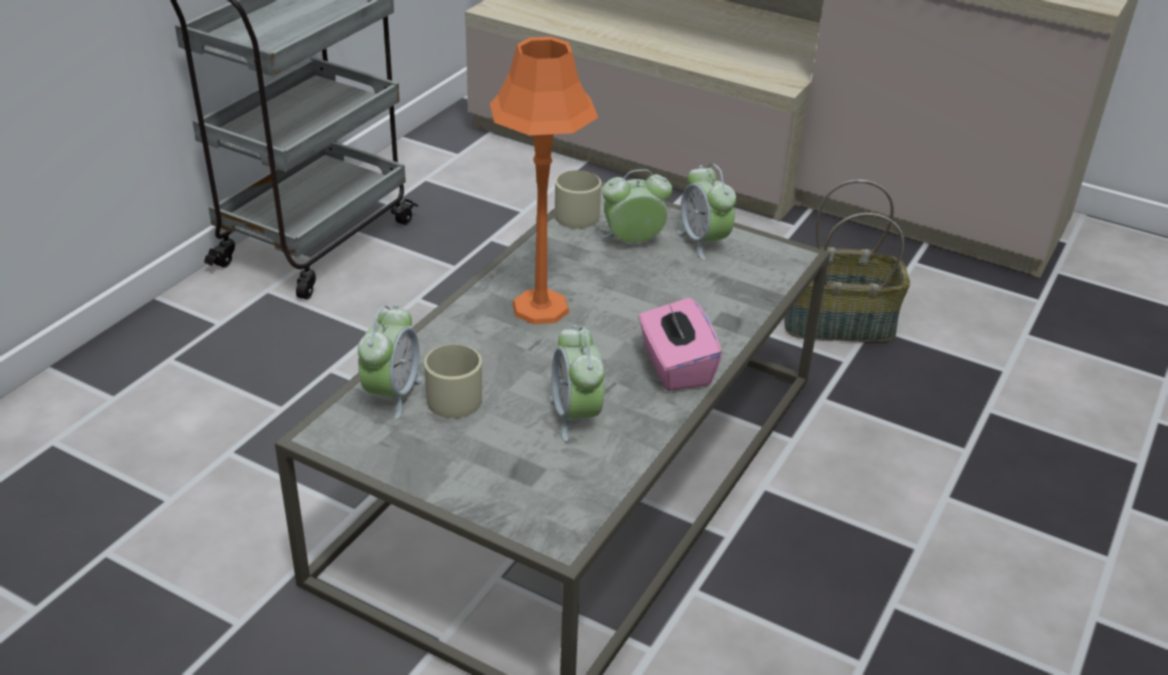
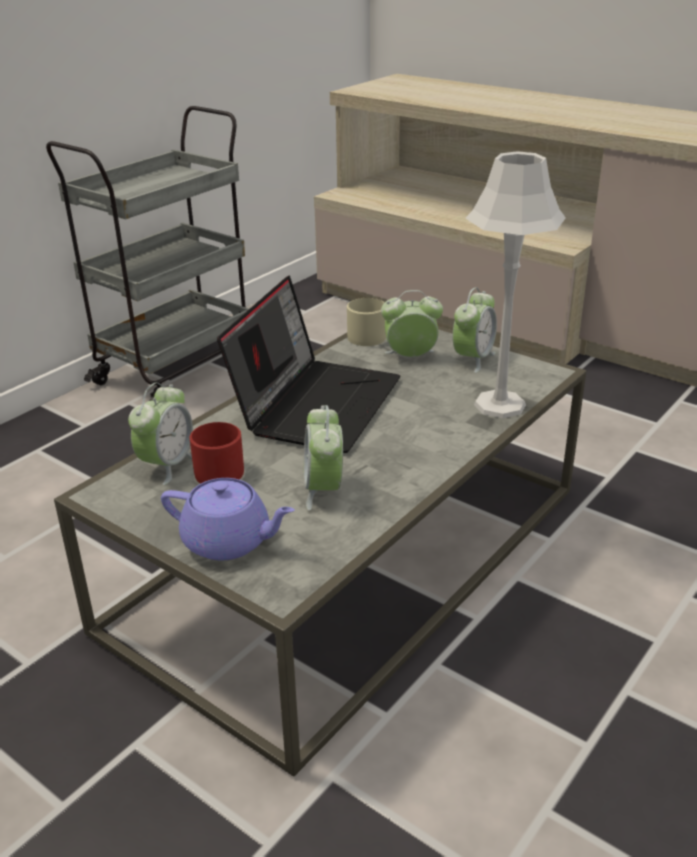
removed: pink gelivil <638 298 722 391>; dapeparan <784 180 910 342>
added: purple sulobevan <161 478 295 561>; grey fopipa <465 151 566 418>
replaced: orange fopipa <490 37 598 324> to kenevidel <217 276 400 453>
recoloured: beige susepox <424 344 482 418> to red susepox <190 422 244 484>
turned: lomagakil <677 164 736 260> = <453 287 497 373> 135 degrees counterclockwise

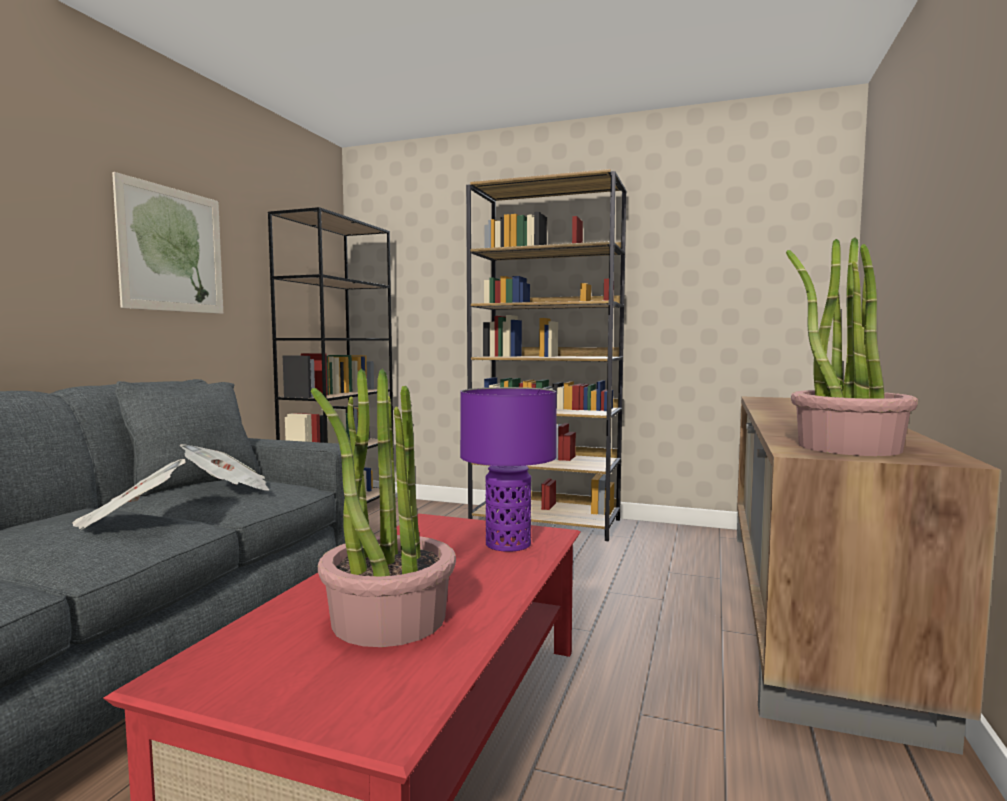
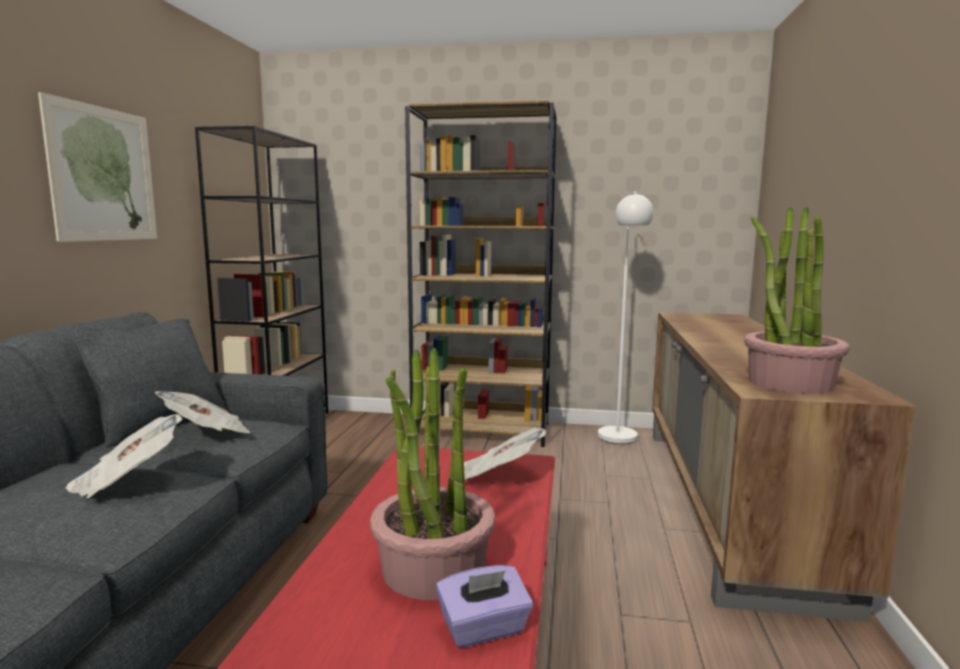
added: purple gelivil <436 565 533 648>; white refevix <598 191 653 444>
replaced: purple fopipa <460 387 556 552> to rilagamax <464 427 546 480>

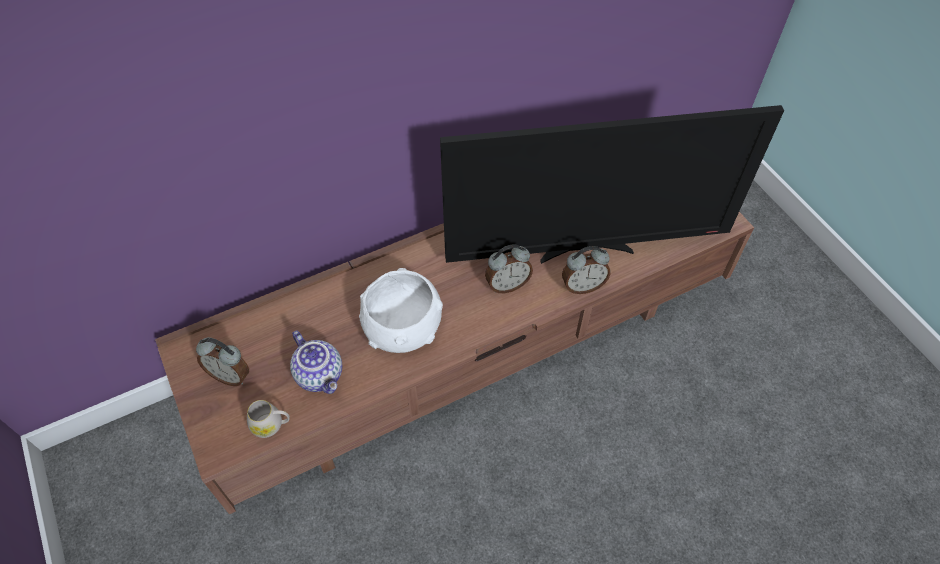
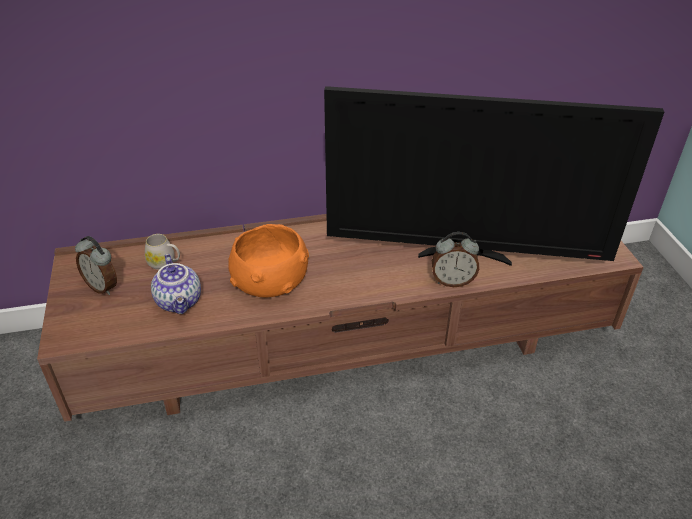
removed: lomagakil <485 244 533 293>
moved: white susepox <247 400 290 438> to <145 234 180 270>
recoloured: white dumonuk <359 268 443 353> to orange dumonuk <228 224 309 297>

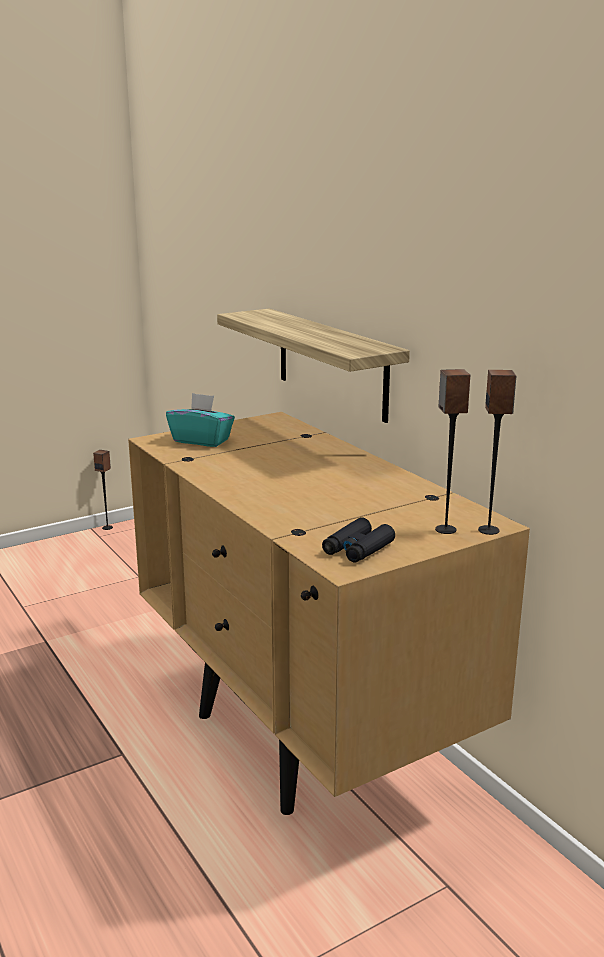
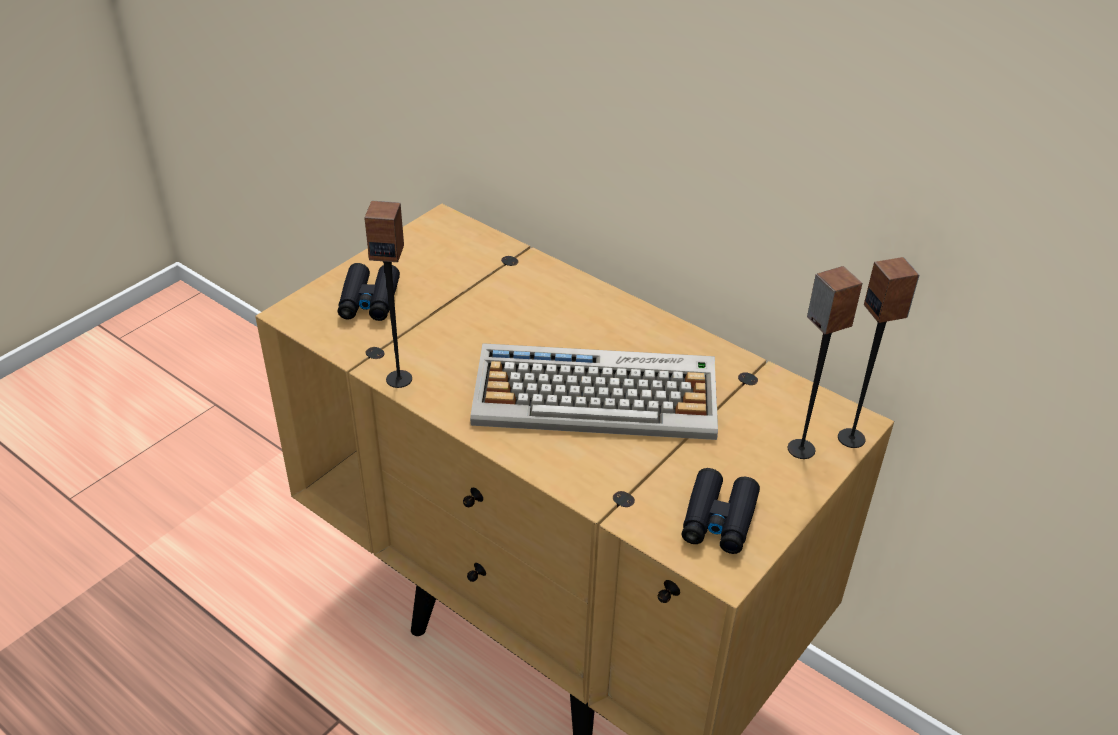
removed: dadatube <217 309 410 423>
added: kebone <470 343 718 440>
moved: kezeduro <93 450 113 530> to <364 201 412 388>
replaced: turquoise gelivil <166 393 235 447> to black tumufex <338 263 400 321>

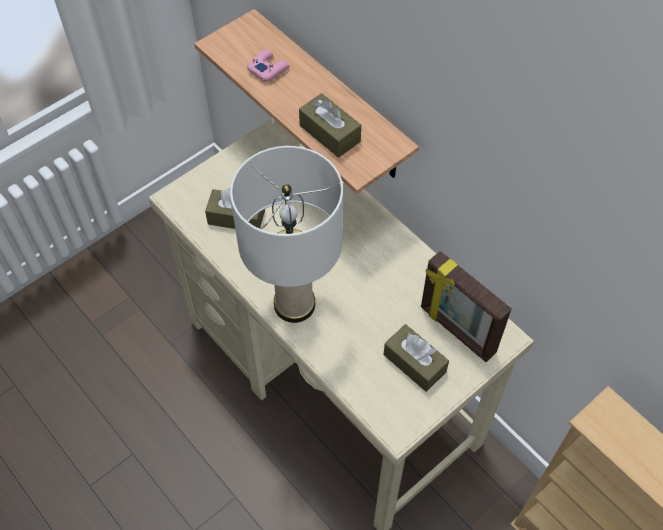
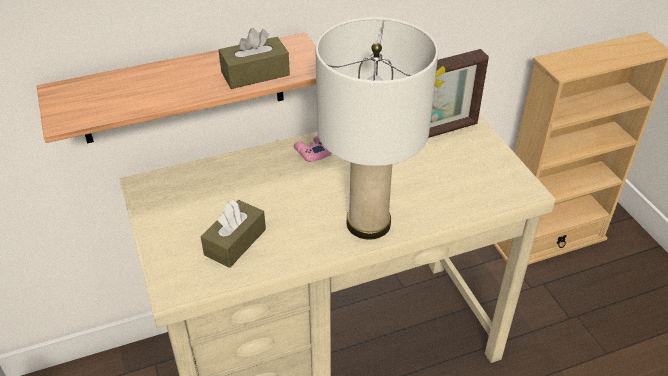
removed: brown gelivil <384 324 449 392>
moved: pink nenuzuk <247 50 289 82> to <294 135 332 162>

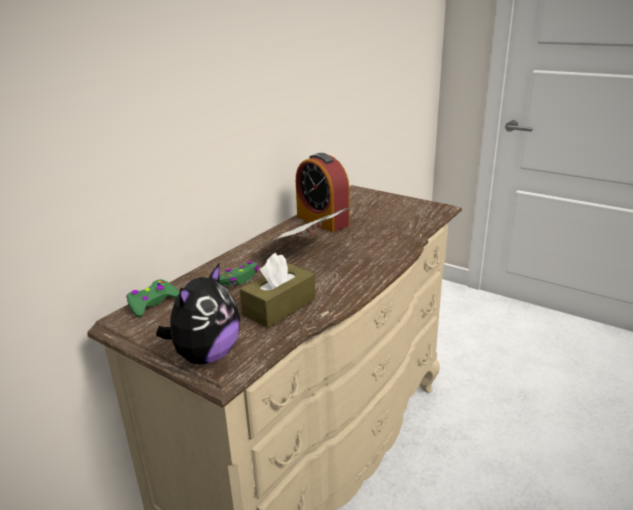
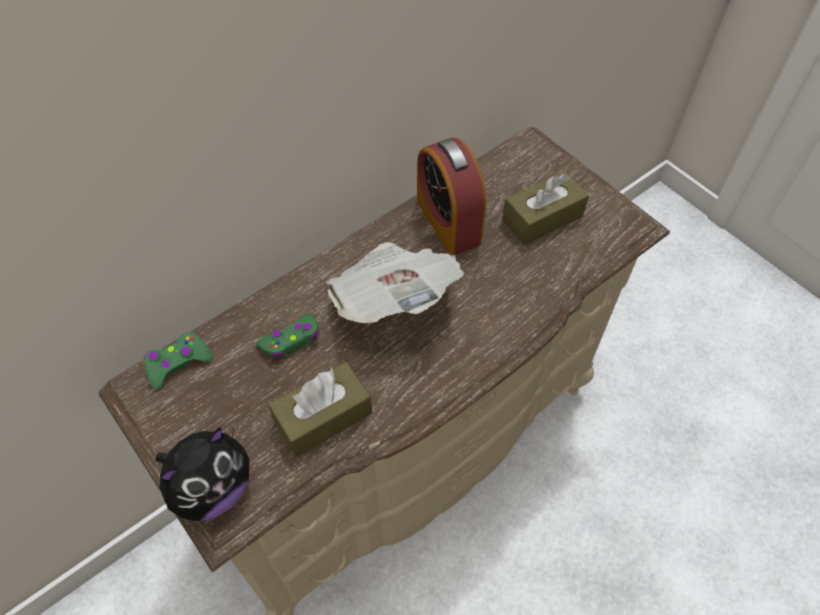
added: brown gelivil <502 171 589 245>

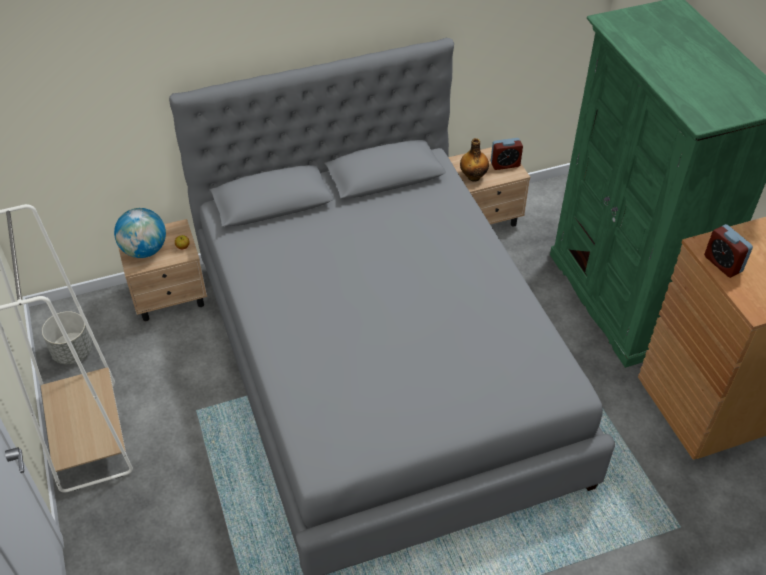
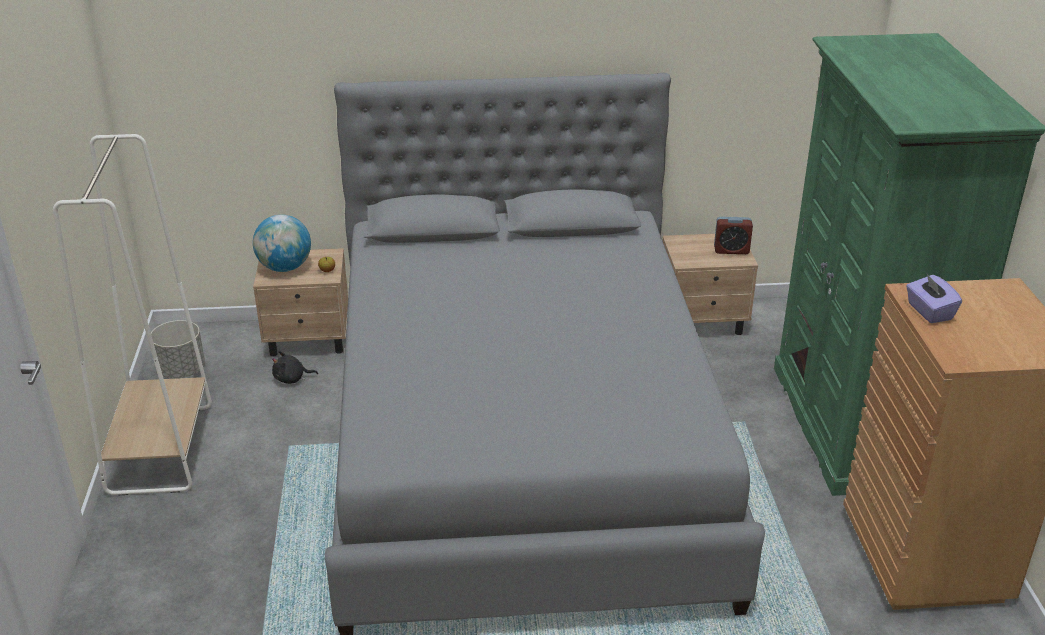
removed: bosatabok <460 138 489 182>
added: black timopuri <272 351 318 384>
replaced: lomagakil <704 224 753 278> to purple gelivil <906 274 962 323>

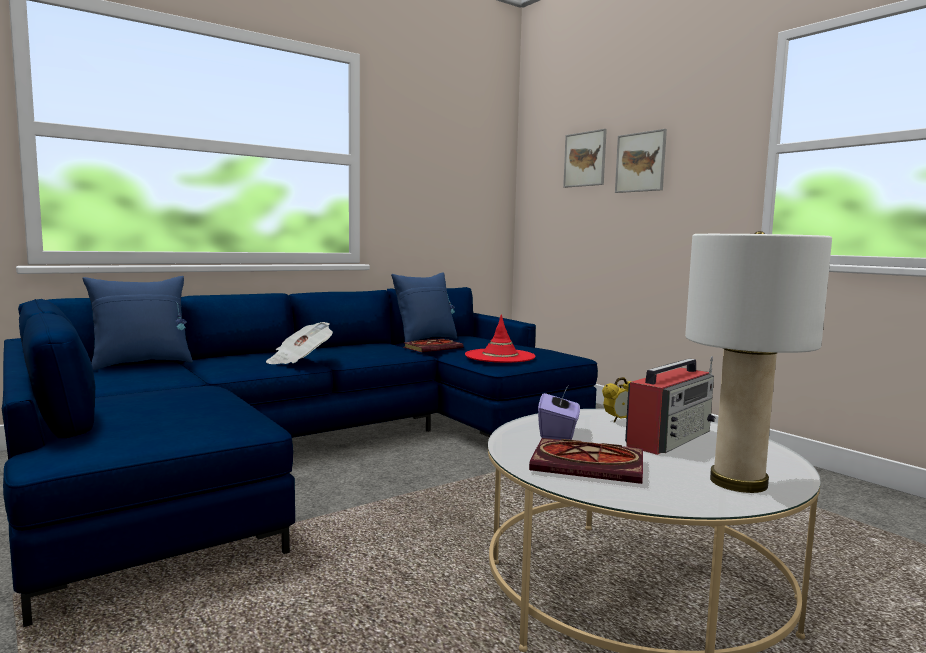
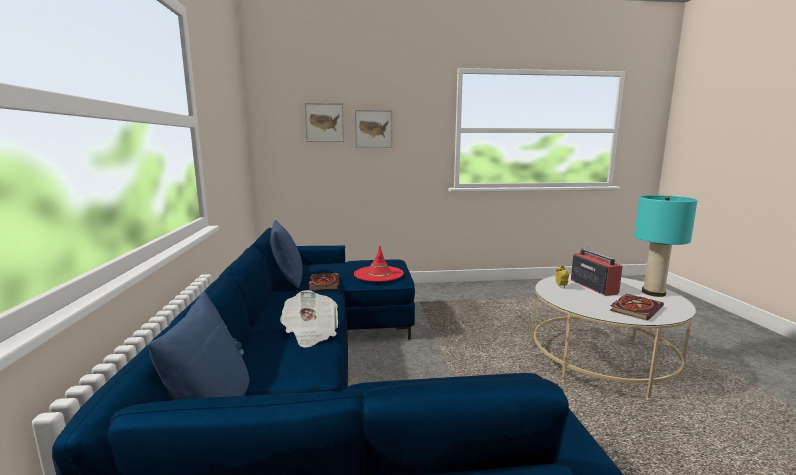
removed: purple gelivil <538 386 580 440>
recoloured: white fopipa <685 231 832 493> to turquoise fopipa <634 195 698 297>

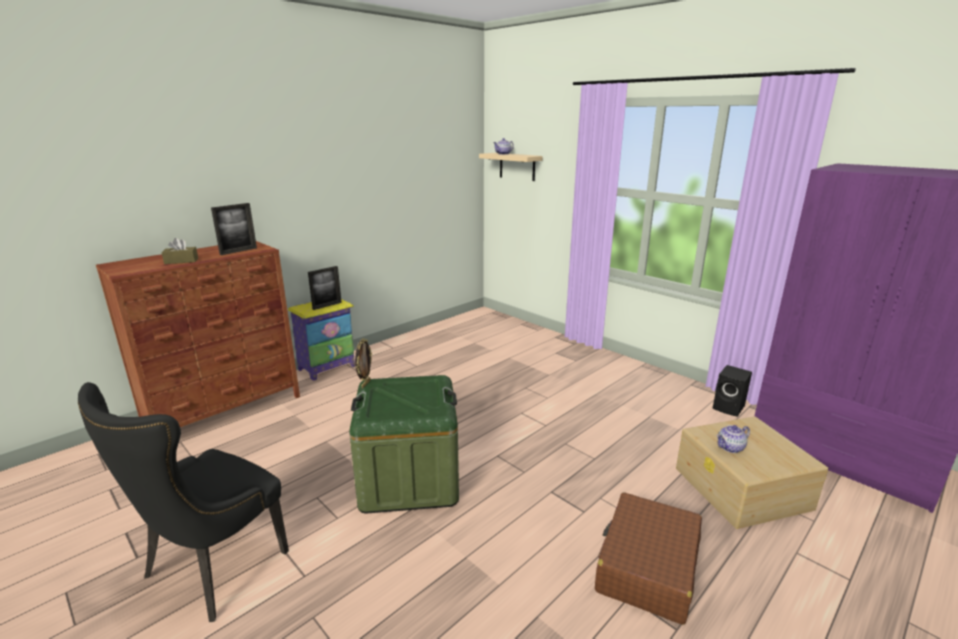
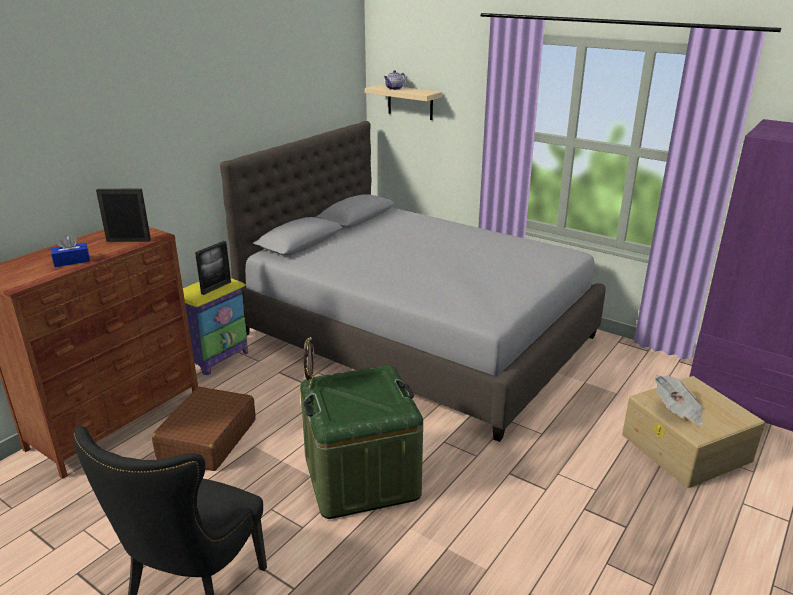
removed: black kezeduro <712 365 752 417>
added: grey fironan <220 121 605 442>
moved: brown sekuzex <595 492 702 625> to <152 387 256 471>
replaced: sulobevan <716 425 750 453> to rilagamax <655 375 703 426>
recoloured: brown gelivil <161 238 198 264> to blue gelivil <51 235 90 267>
turned: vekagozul <211 203 257 255> = <96 189 151 242> 120 degrees counterclockwise

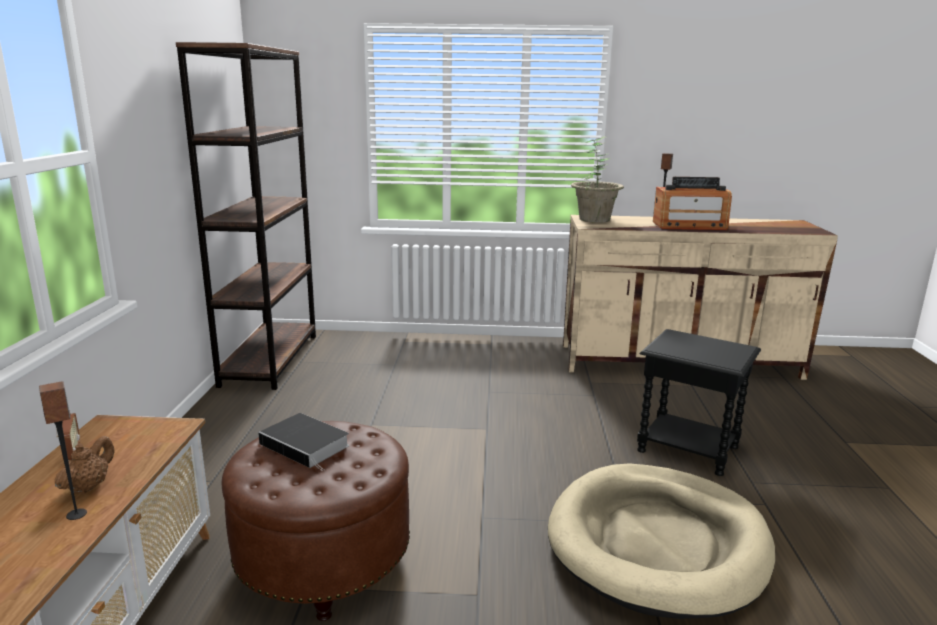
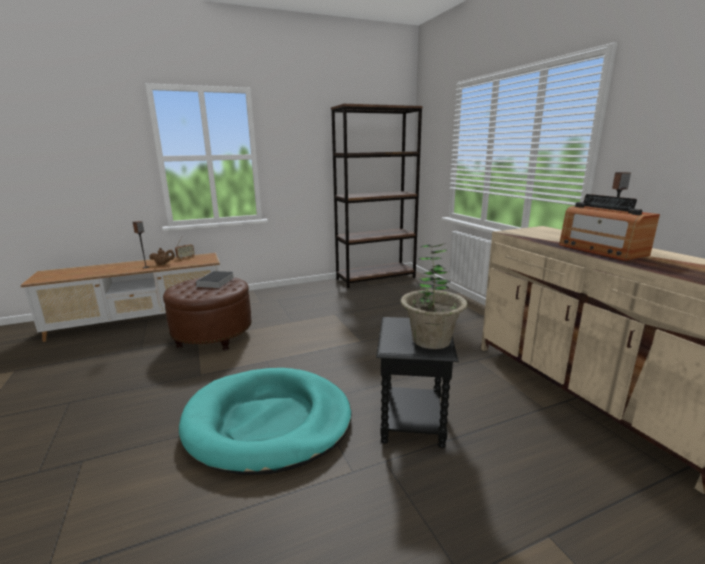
moved: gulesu <571 136 624 223> to <400 243 468 349>
recoloured: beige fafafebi <548 463 775 619> to turquoise fafafebi <179 368 351 475>

